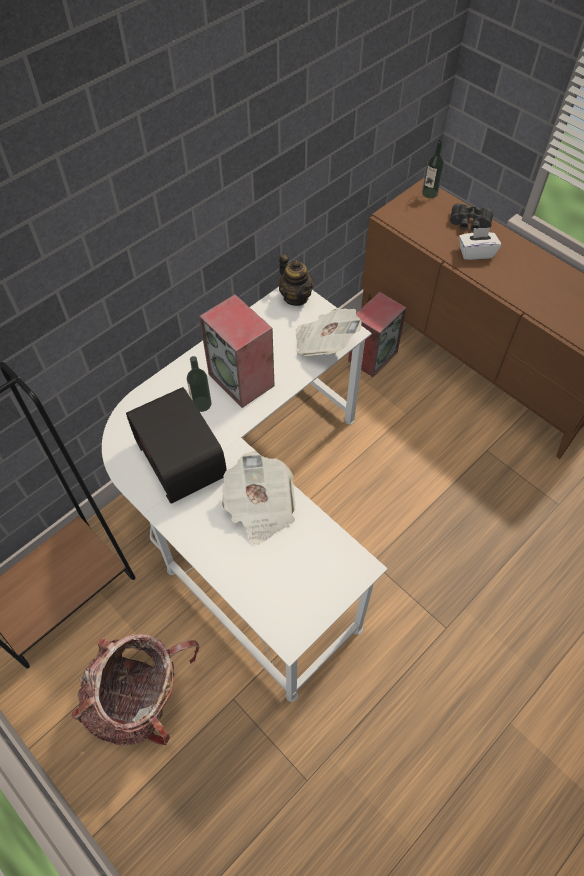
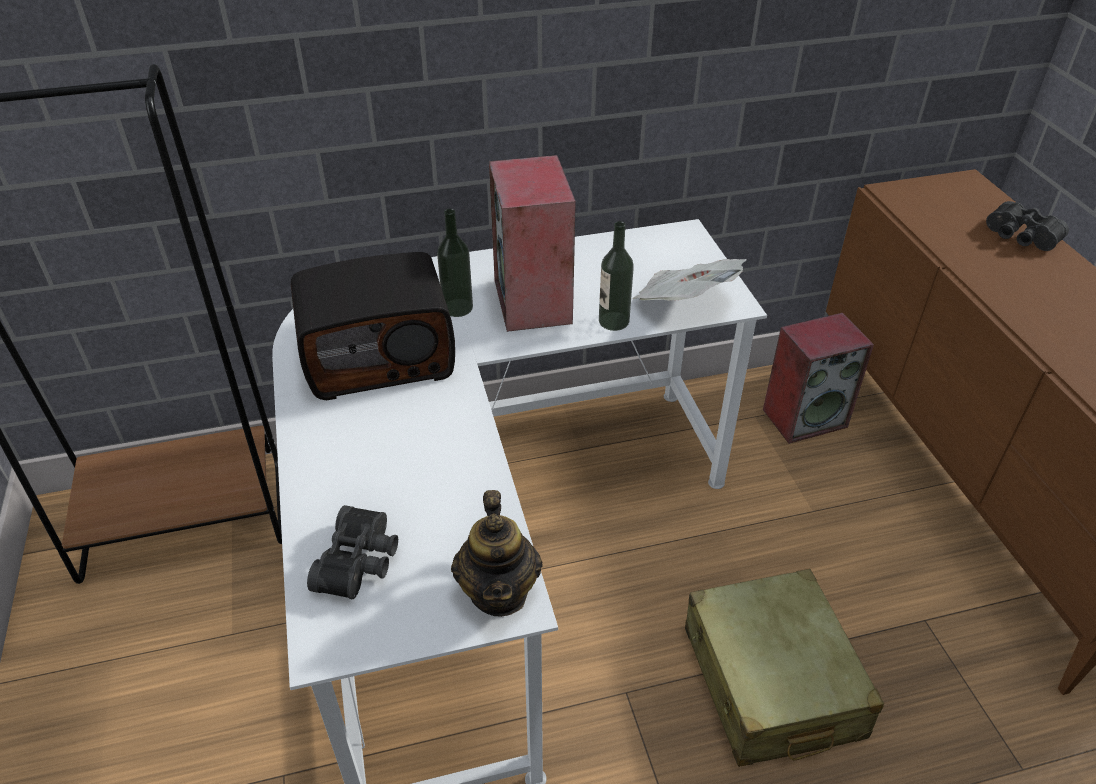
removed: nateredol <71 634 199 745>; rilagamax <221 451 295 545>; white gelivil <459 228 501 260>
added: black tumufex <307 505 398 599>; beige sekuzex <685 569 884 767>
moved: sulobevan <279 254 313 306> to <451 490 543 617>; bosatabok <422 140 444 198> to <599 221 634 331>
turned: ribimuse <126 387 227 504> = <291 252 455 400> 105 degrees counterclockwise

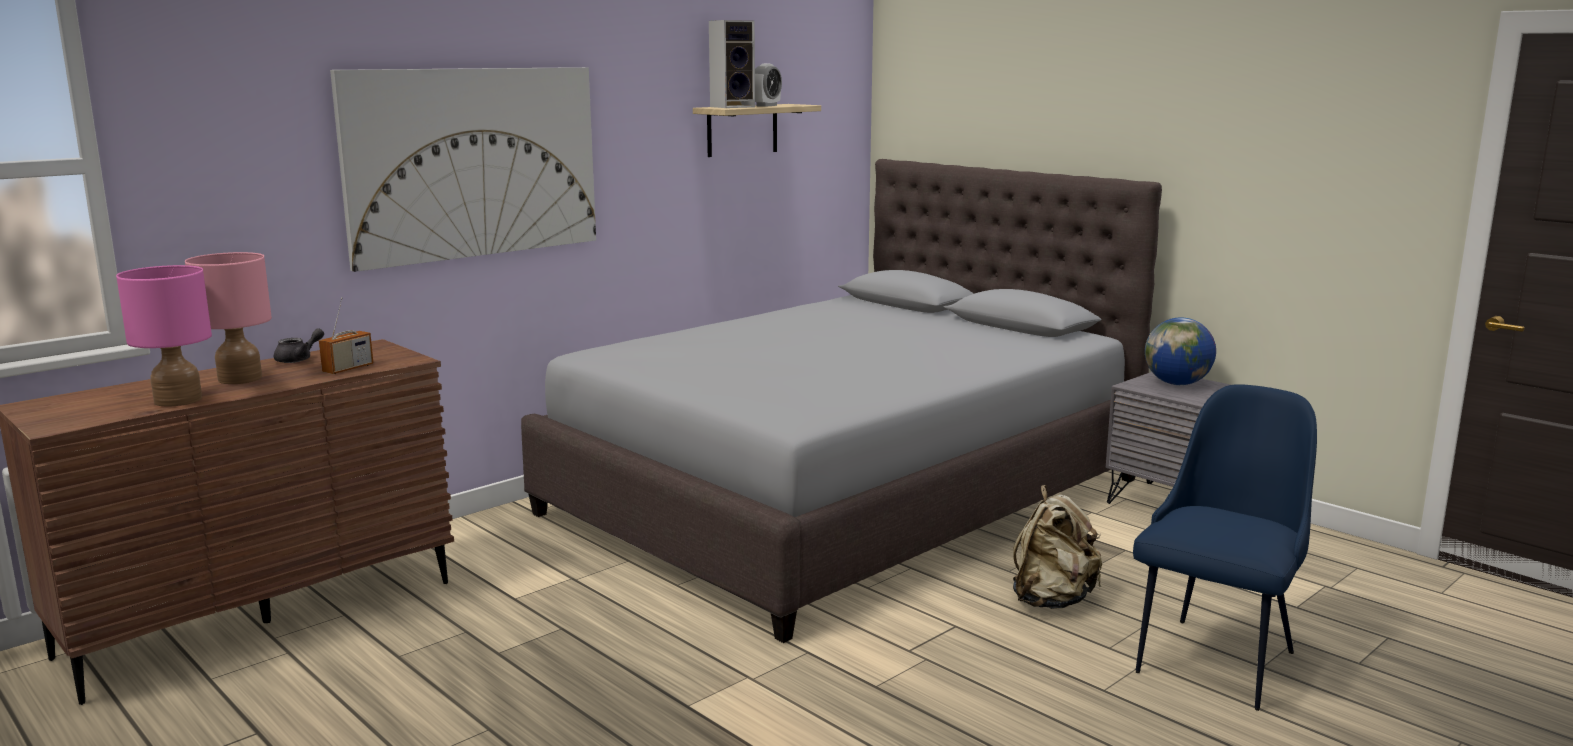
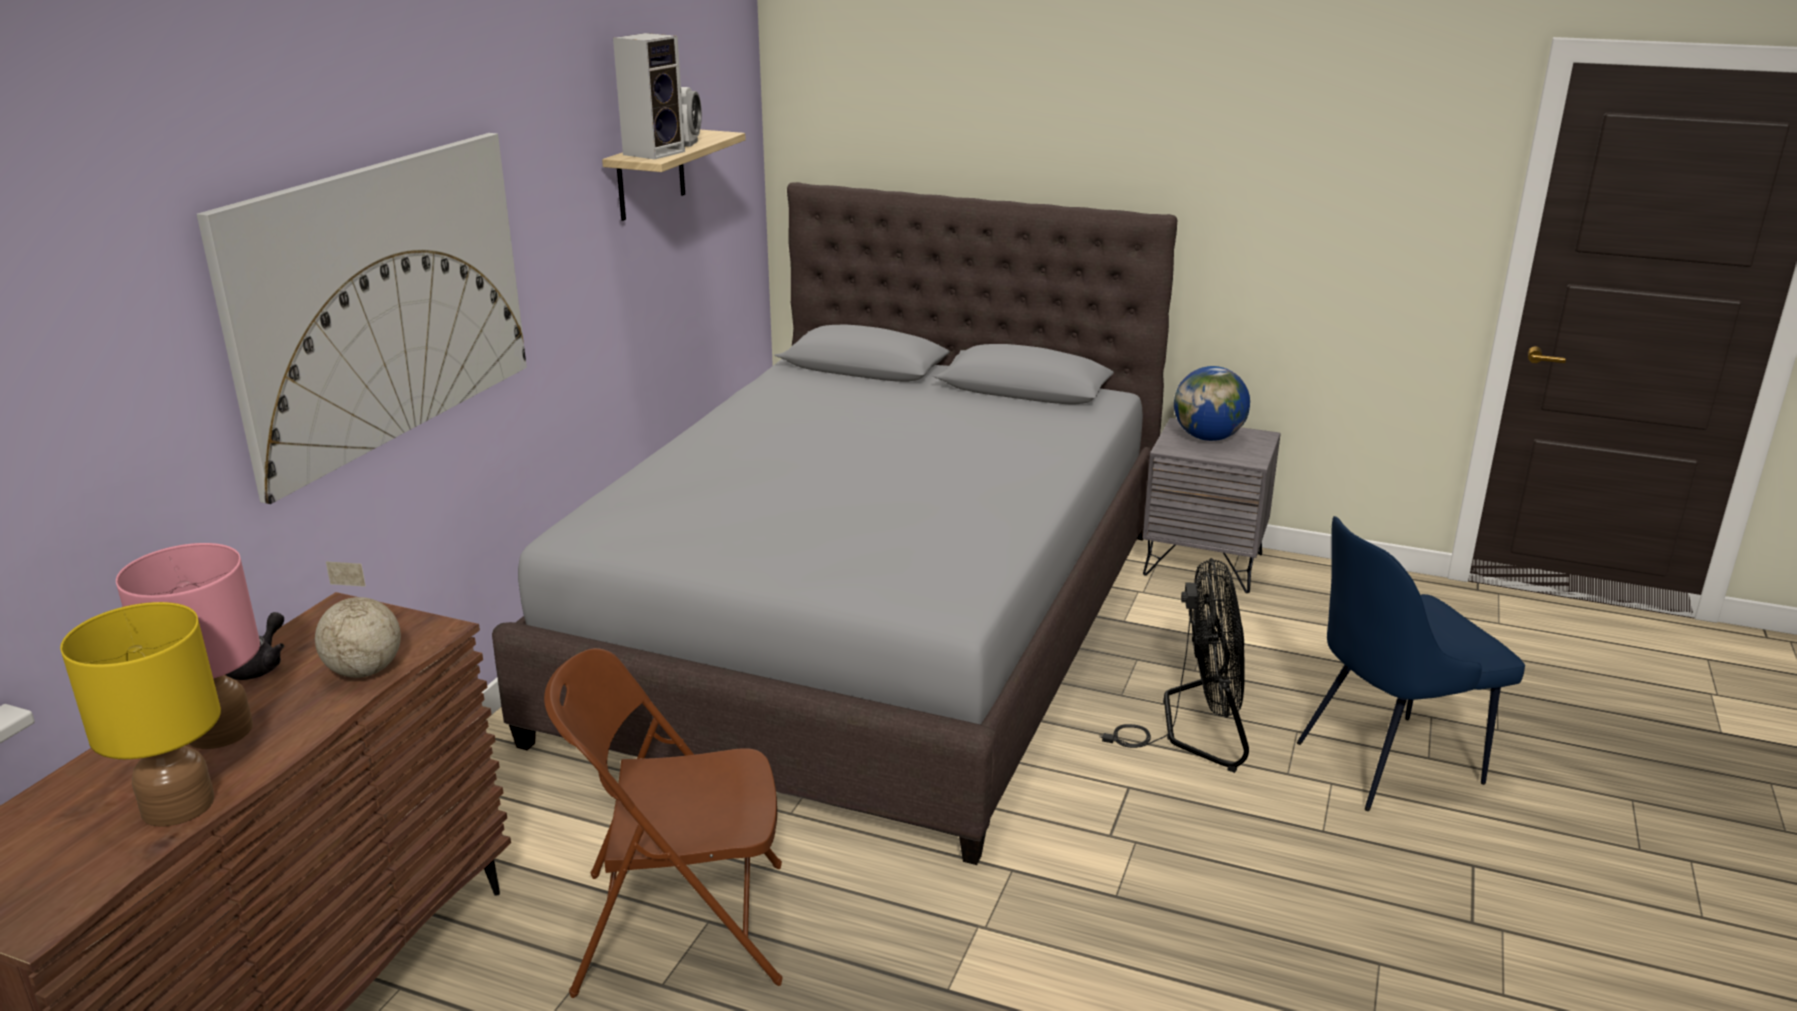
added: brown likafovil <544 648 782 998>
replaced: ribimuse <319 297 373 374> to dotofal <315 562 401 678>; beige nateredol <1013 485 1102 609> to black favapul <1099 558 1249 773>
recoloured: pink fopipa <116 265 212 406> to yellow fopipa <60 602 221 827>
turned: blue likafovil <1133 384 1317 711> = <1297 516 1525 811> 120 degrees counterclockwise

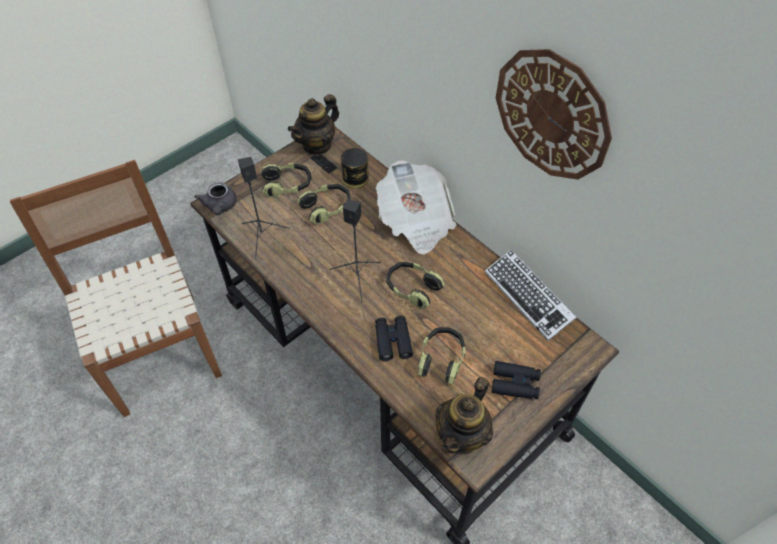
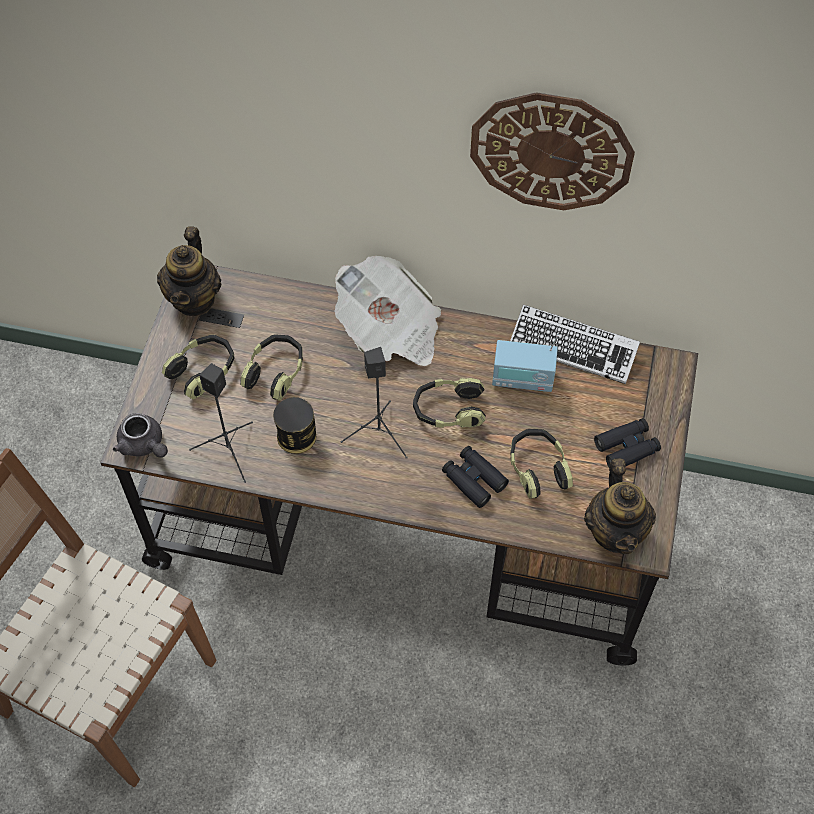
added: ribimuse <492 334 559 392>
moved: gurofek <341 148 369 189> to <273 397 316 454>

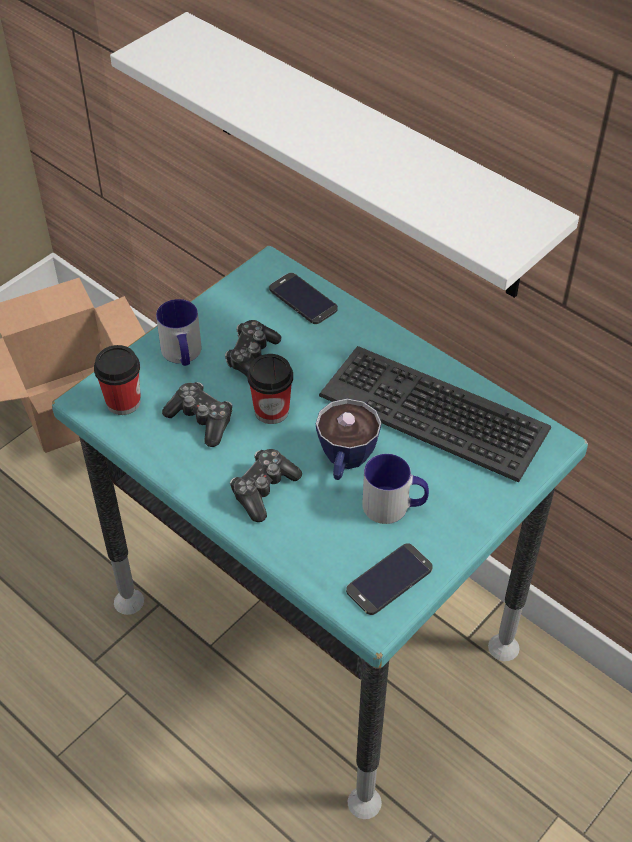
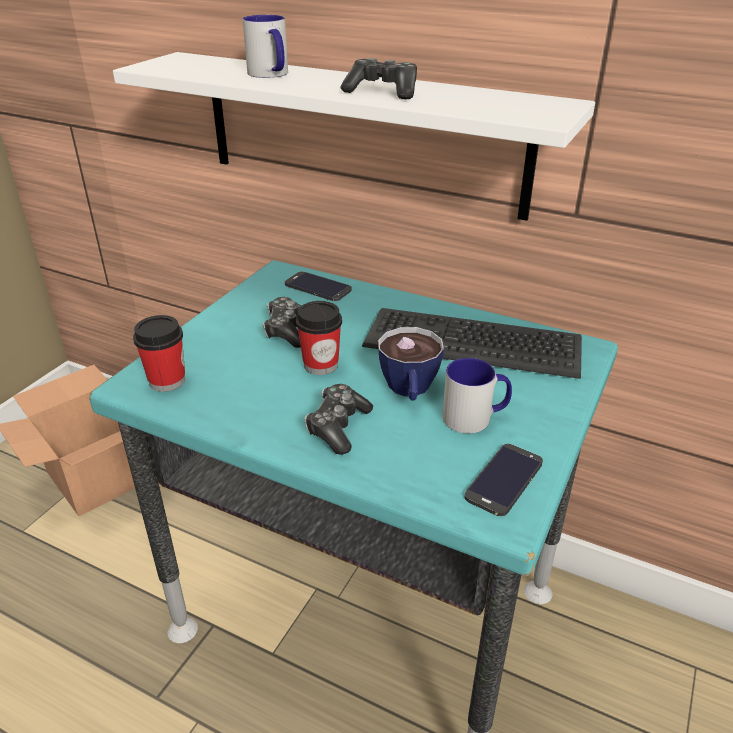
moved: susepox <156 299 202 366> to <242 15 288 78>; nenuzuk <162 382 233 447> to <341 58 417 100>

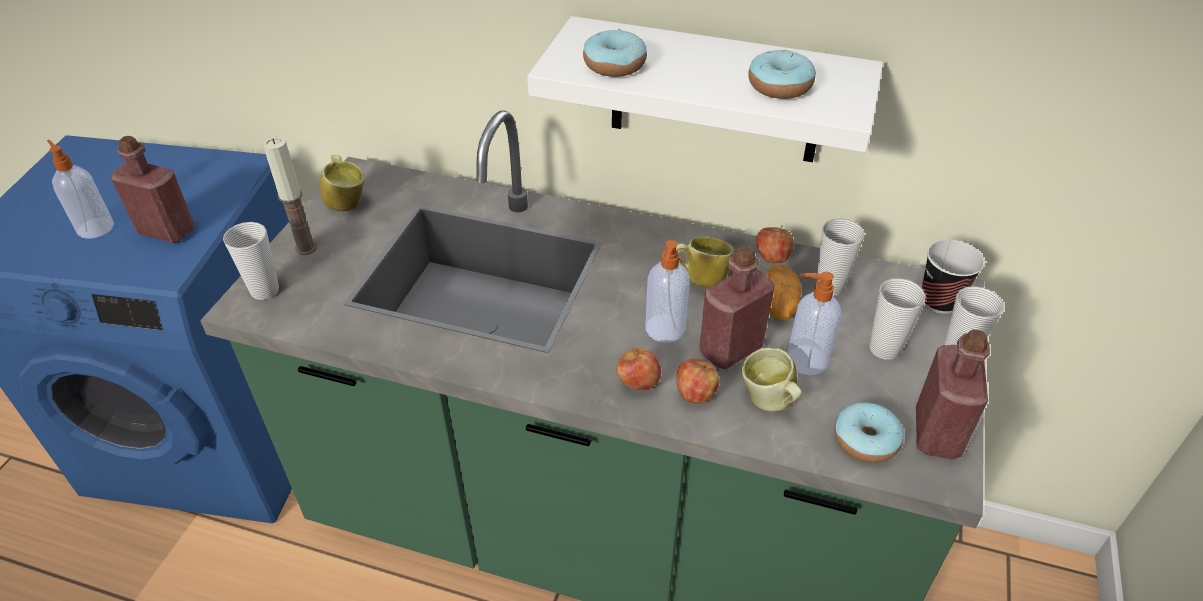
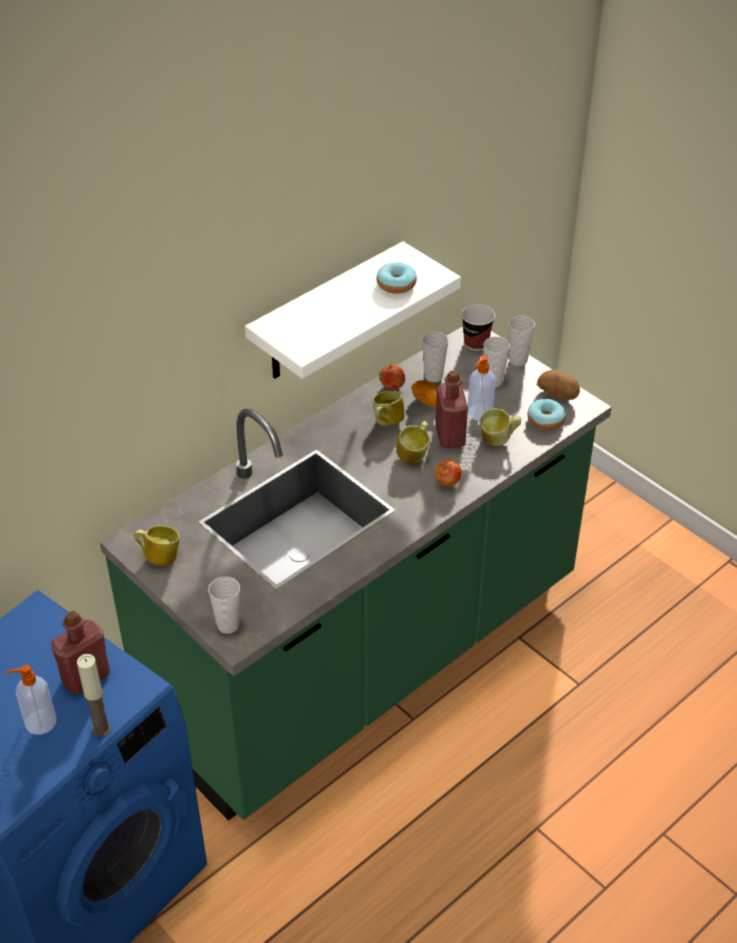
removed: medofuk <583 29 647 77>; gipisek <676 358 719 404>
moved: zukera <263 137 317 255> to <77 654 111 737>
replaced: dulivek <645 240 690 342> to susepox <397 421 430 464>; red bosatabok <916 329 990 459> to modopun <537 370 580 400>

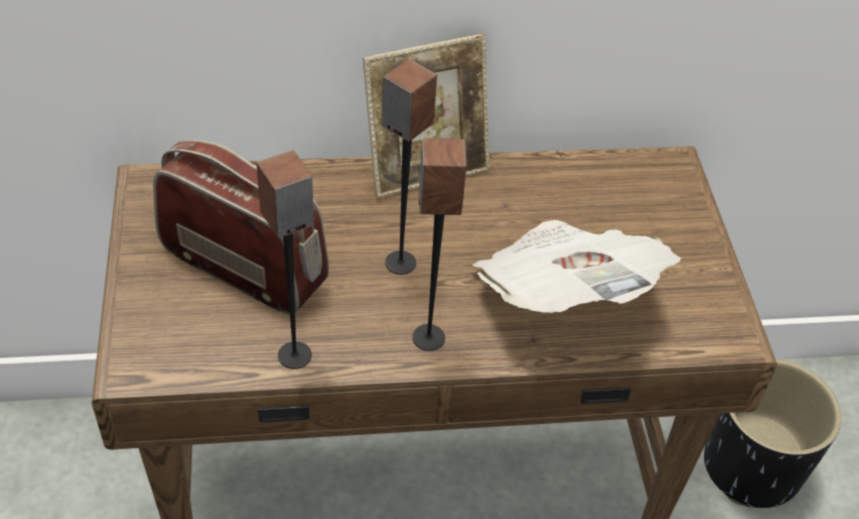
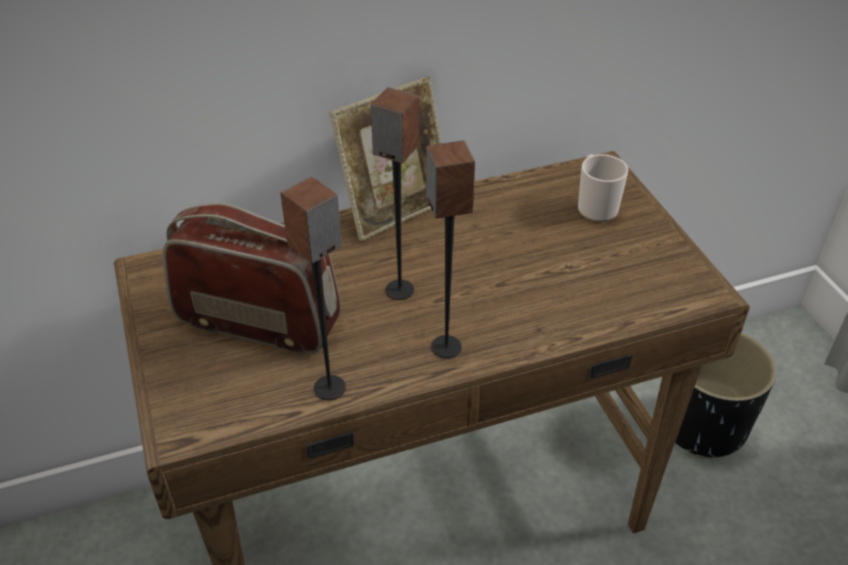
removed: rilagamax <473 220 681 313>
added: susepox <578 154 628 222>

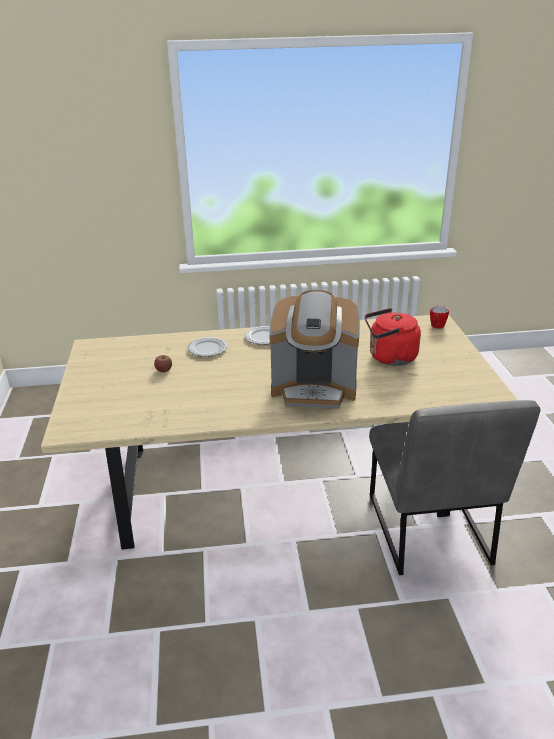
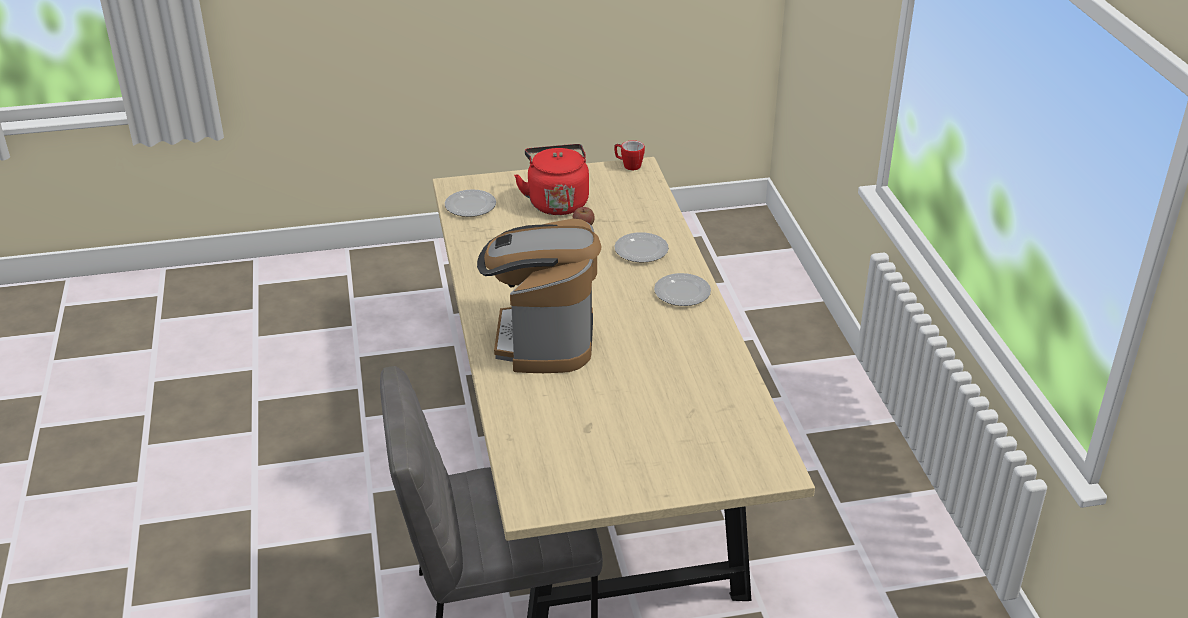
added: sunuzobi <445 189 496 217>
moved: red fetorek <365 308 421 366> to <514 144 589 215>; susepox <430 306 449 328> to <614 140 645 170>

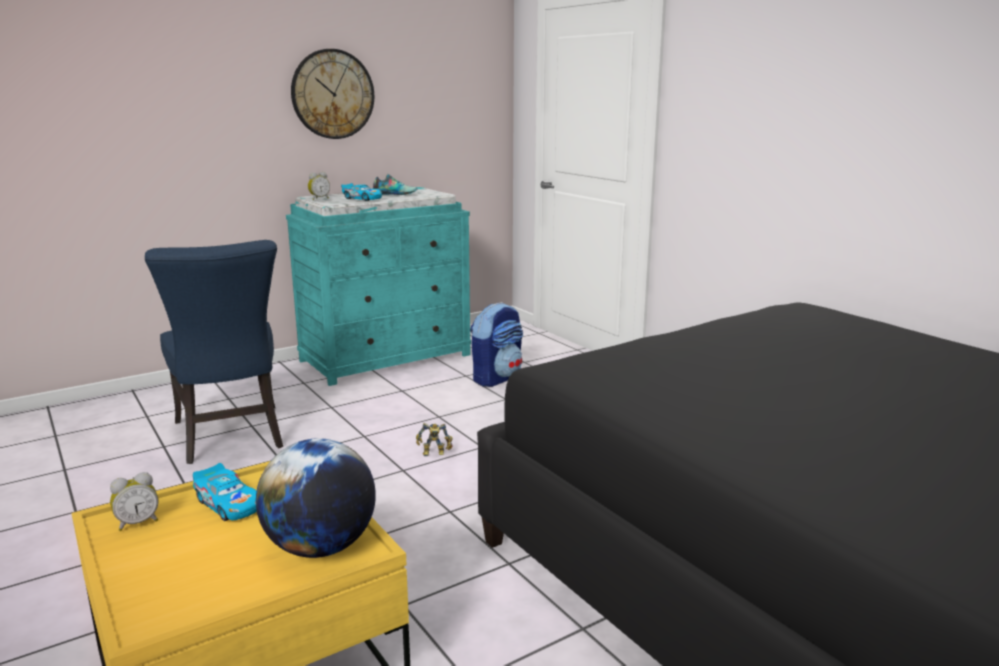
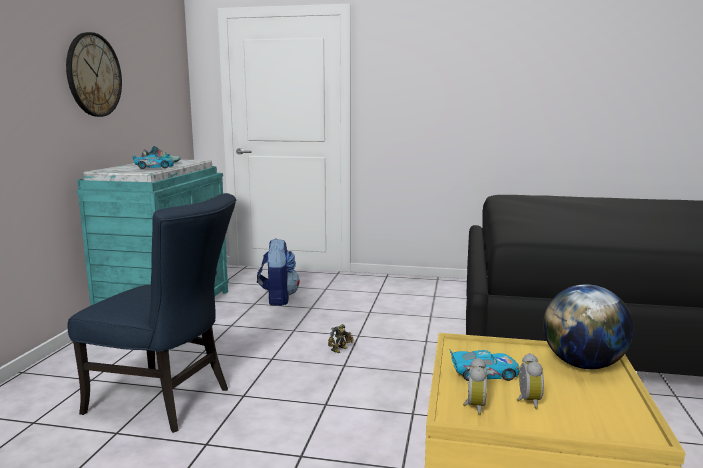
moved: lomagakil <308 172 330 200> to <517 353 544 409>

